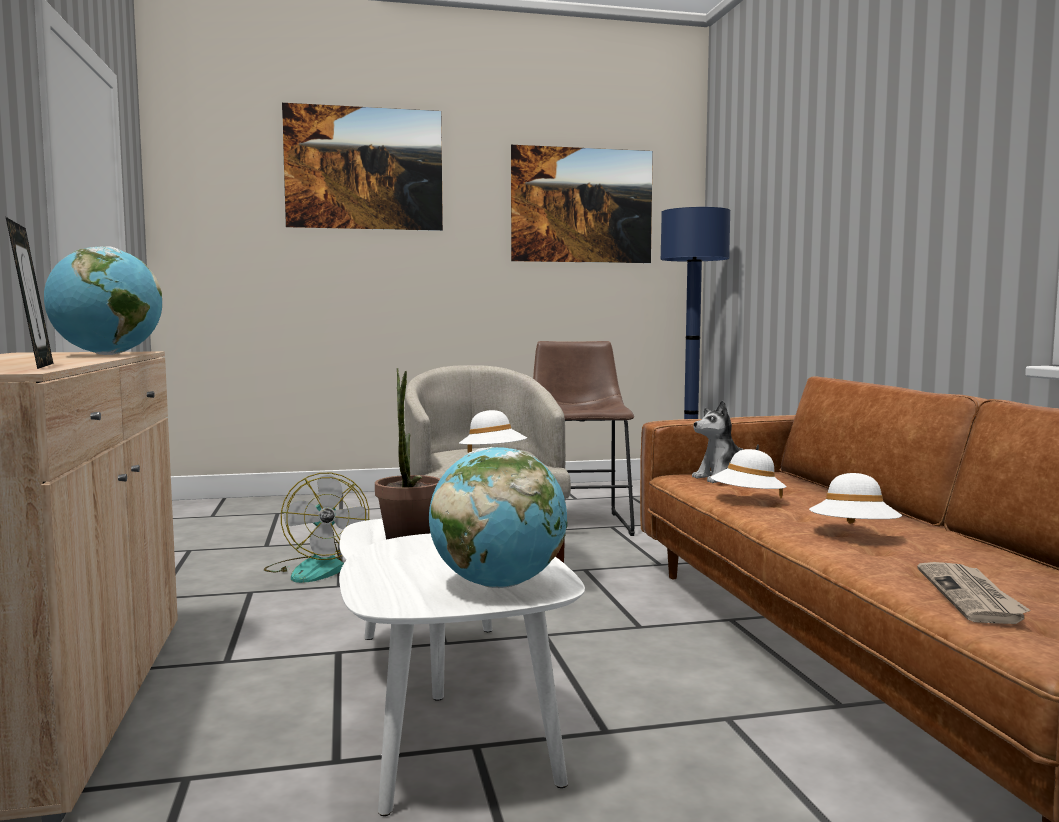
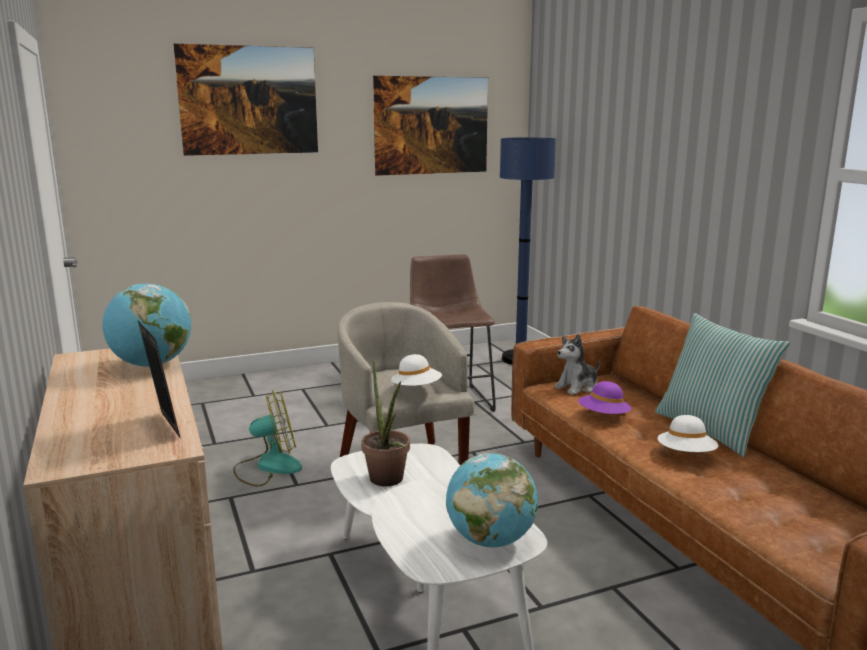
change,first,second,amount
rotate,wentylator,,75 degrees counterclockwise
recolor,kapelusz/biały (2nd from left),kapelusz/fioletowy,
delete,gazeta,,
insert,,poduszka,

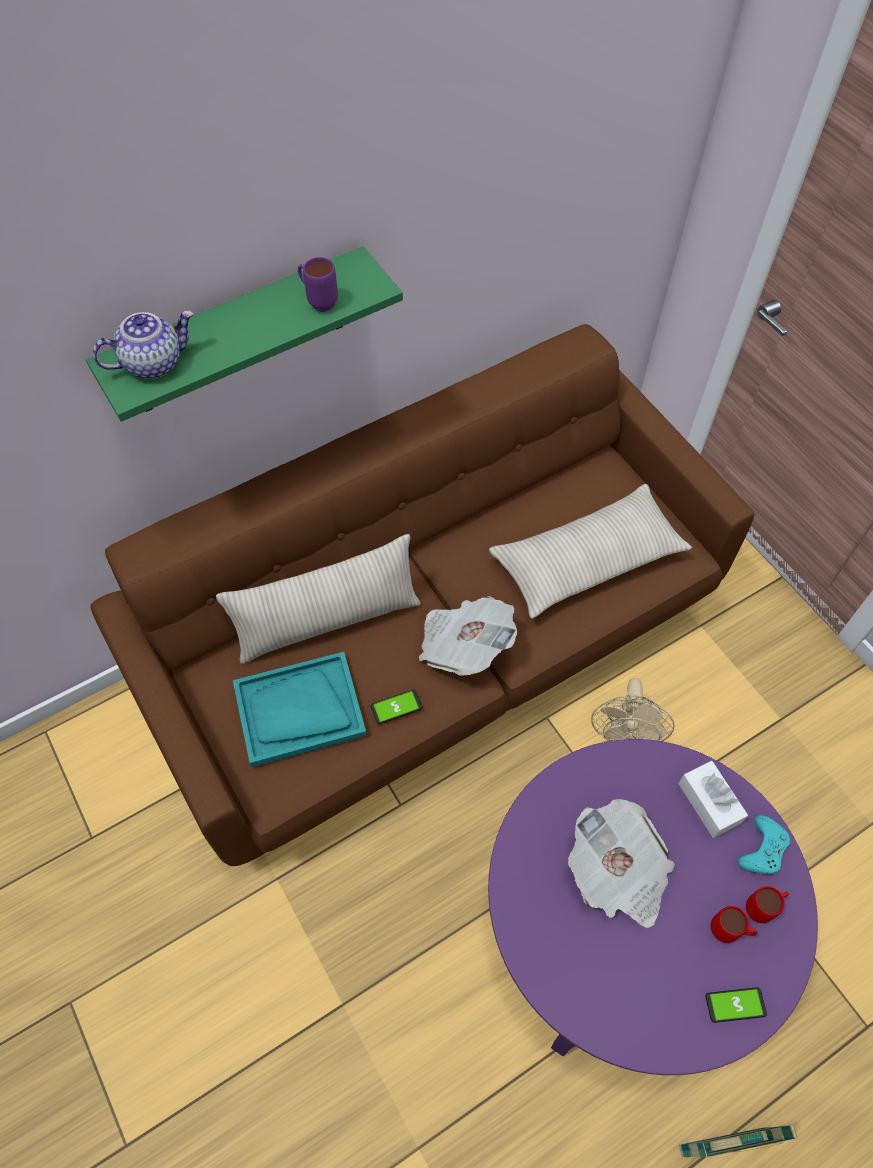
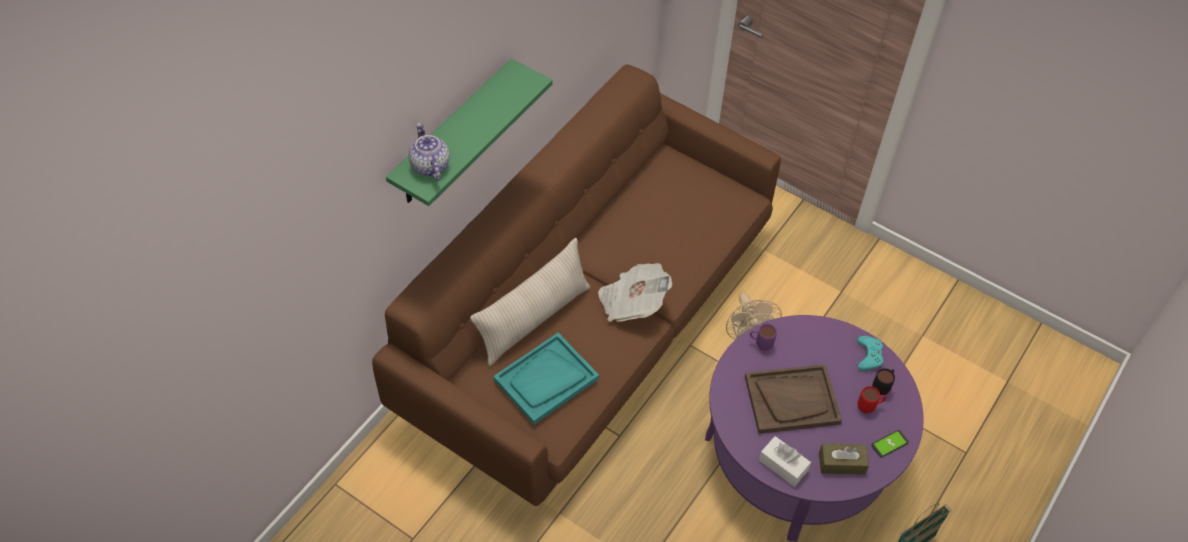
change,first,second,amount
rotate,imbryk,,60 degrees counterclockwise
move,kubek/fioletowy,,
delete,telefon (1st from left),,
delete,poduszka/beżowy (2nd from left),,
replace,gazeta (2nd from left),taca/brązowy,
move,pudełko chusteczek/biały,,
recolor,kubek/czerwony (2nd from left),kubek/czarny,
insert,,pudełko chusteczek/brązowy,

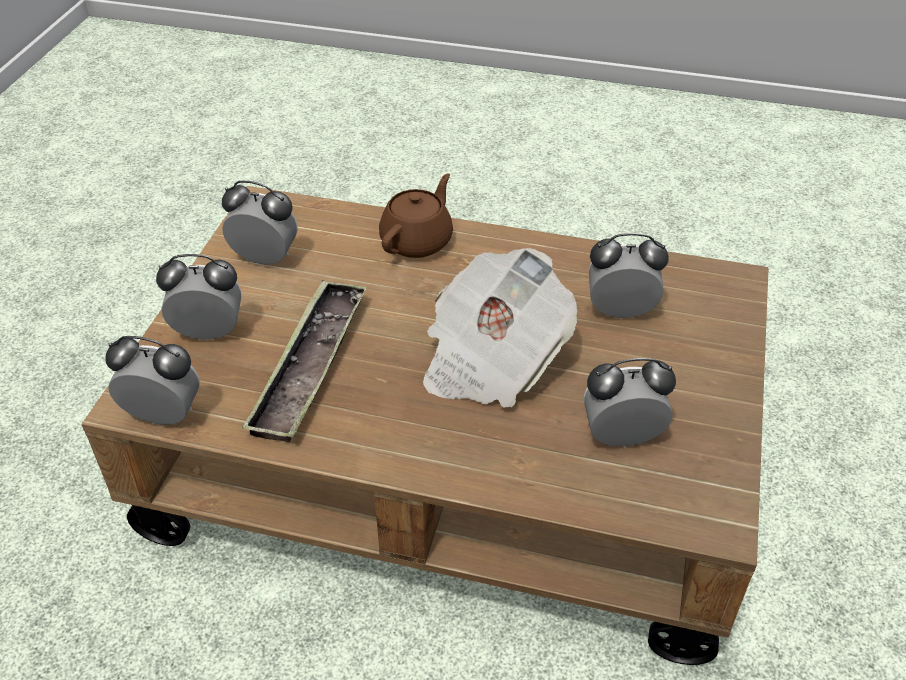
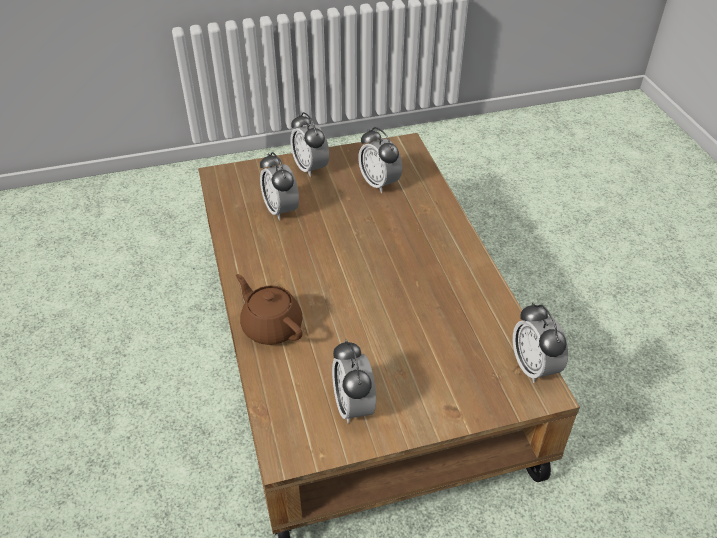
change,first,second,amount
move,budzik (2nd from left),,
delete,taca,,
rotate,imbryk/brązowy,,45 degrees clockwise
delete,gazeta,,

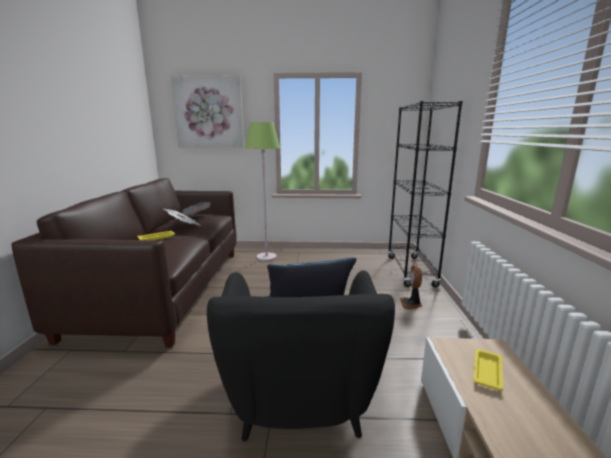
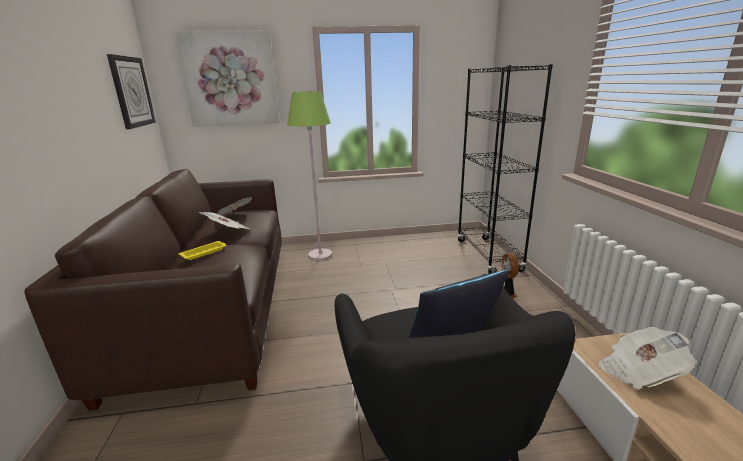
change,first,second,amount
replace,taca/żółty (2nd from left),gazeta (3rd from left),
insert,,zegar ścienny,

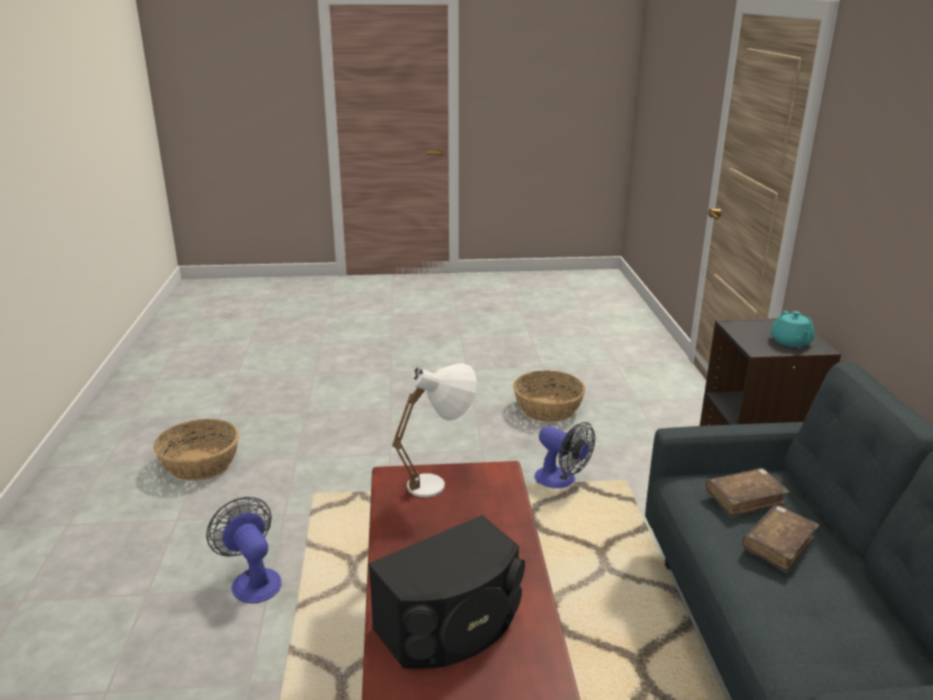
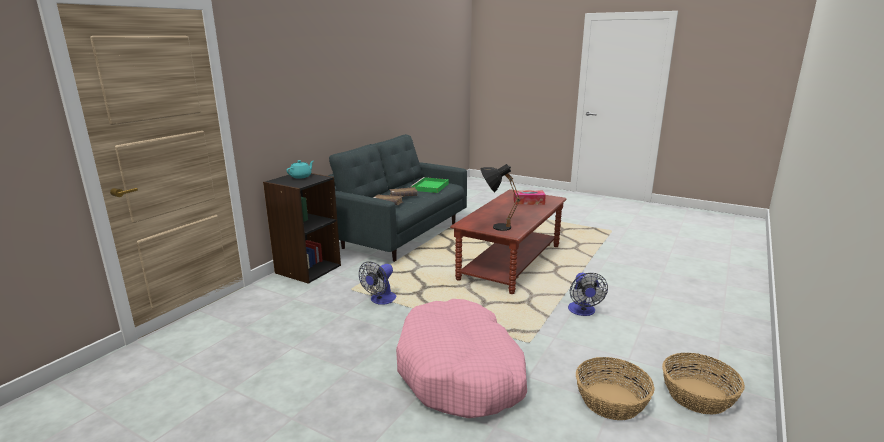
change,first,second,amount
replace,głośnik/czarny,pudełko chusteczek,
recolor,lampa stołowa/biały,lampa stołowa/czarny,
move,koszyk (2nd from left),,
rotate,wentylator (2nd from left in the first image),wentylator (1st from left),135 degrees counterclockwise
insert,,legowisko/różowy,
insert,,taca/zielony,

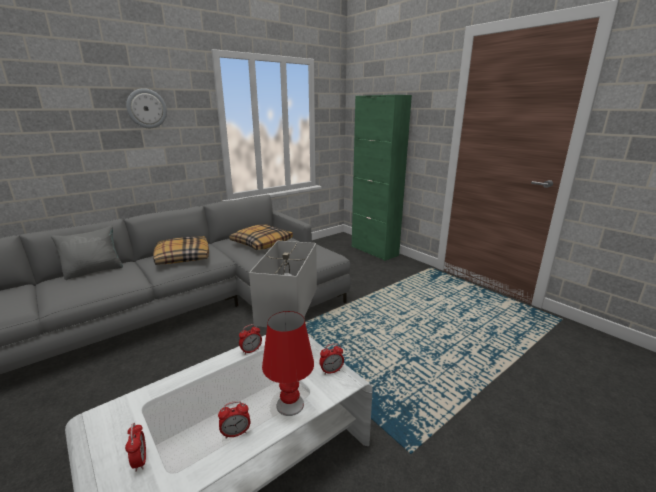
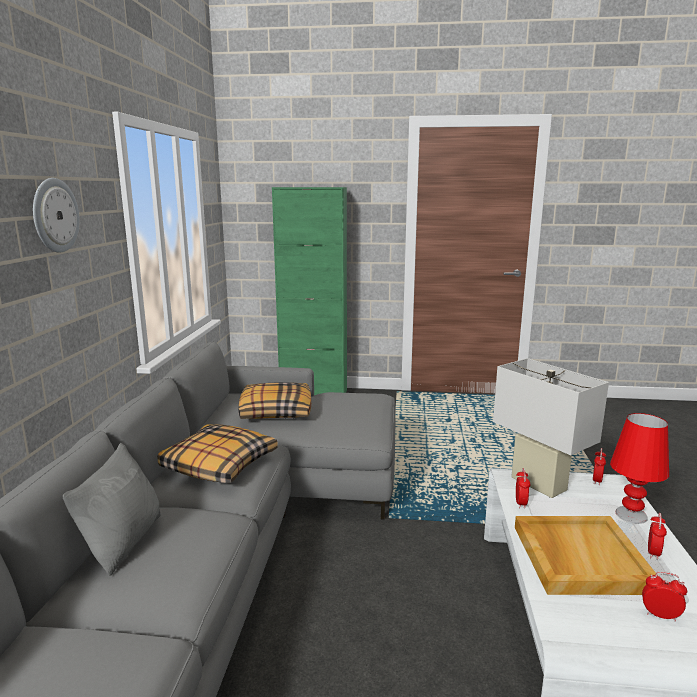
change,first,second,amount
insert,,taca/beżowy,

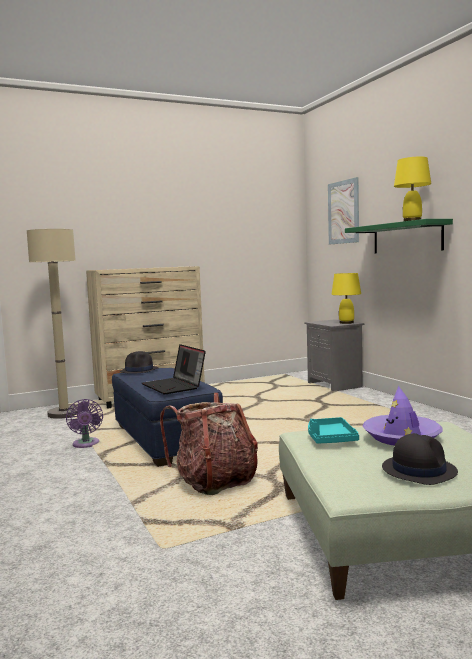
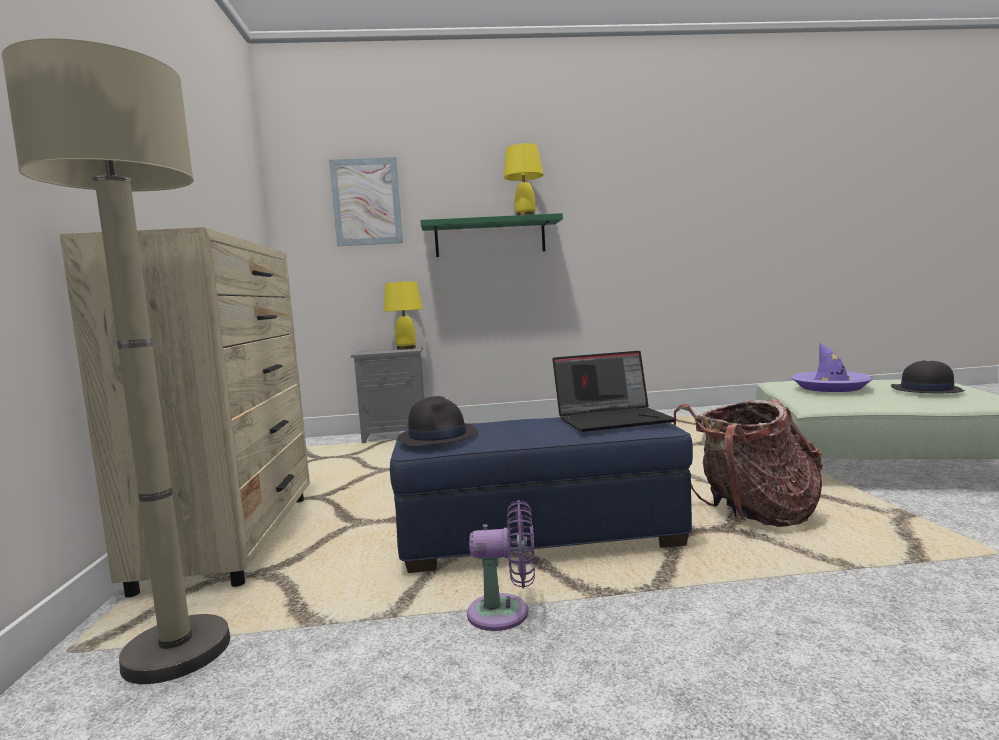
change,first,second,amount
delete,taca/turkusowy,,

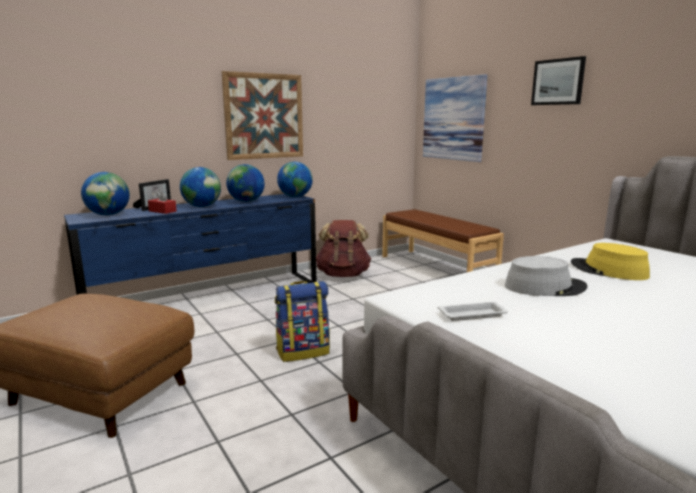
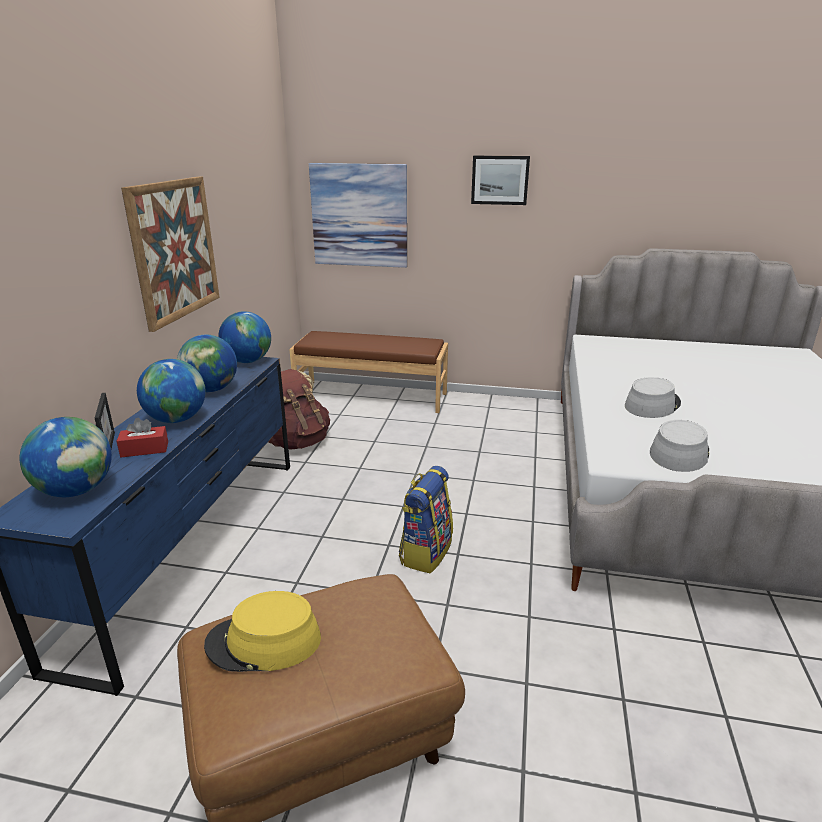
change,first,second,amount
replace,taca/biały,kapelusz/szary (2nd from left),
move,kapelusz/żółty,,

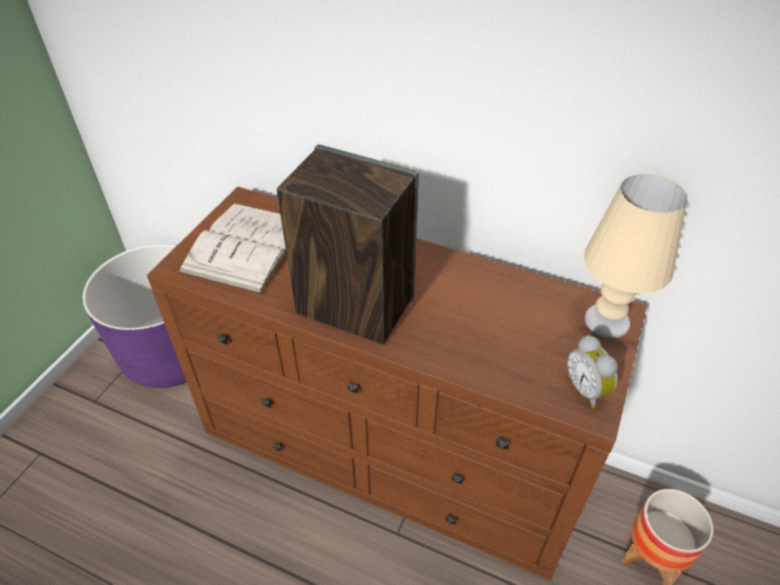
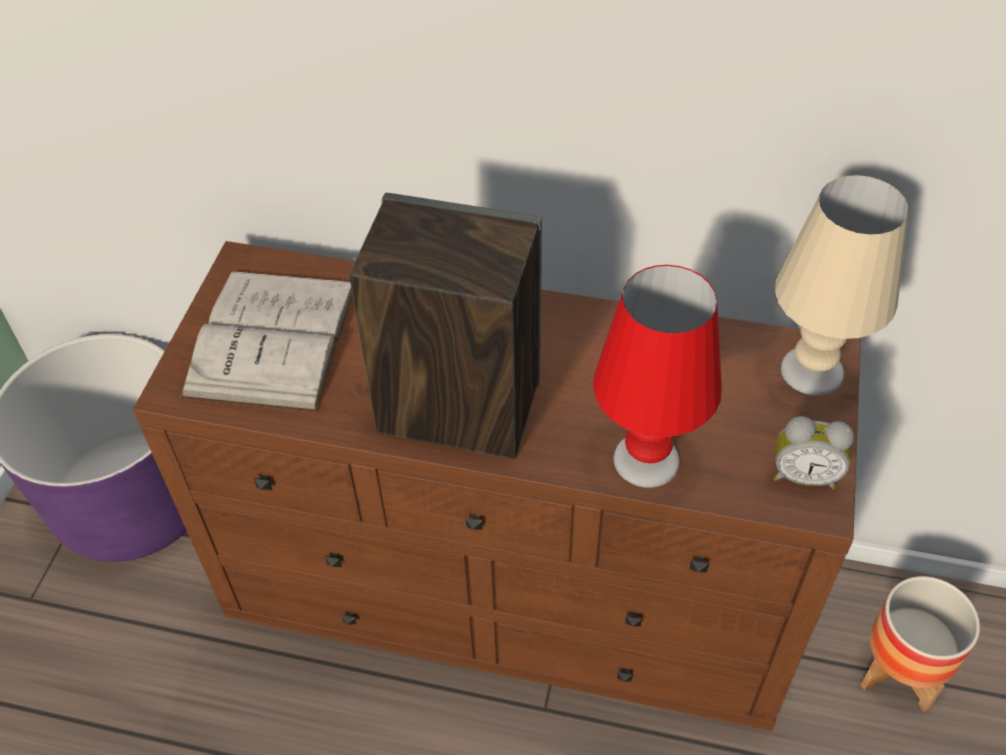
change,first,second,amount
rotate,budzik,,45 degrees counterclockwise
insert,,lampa stołowa/czerwony,

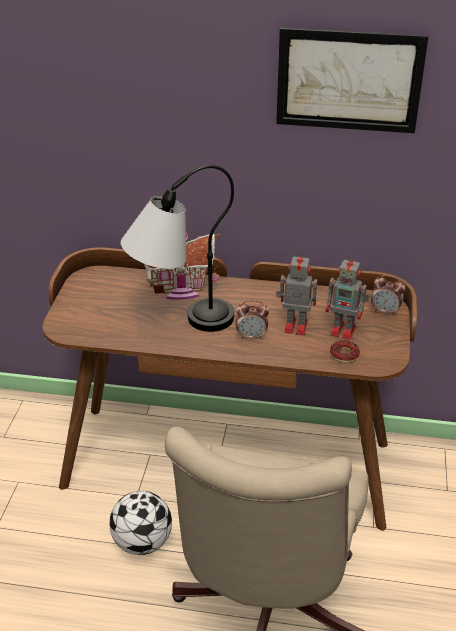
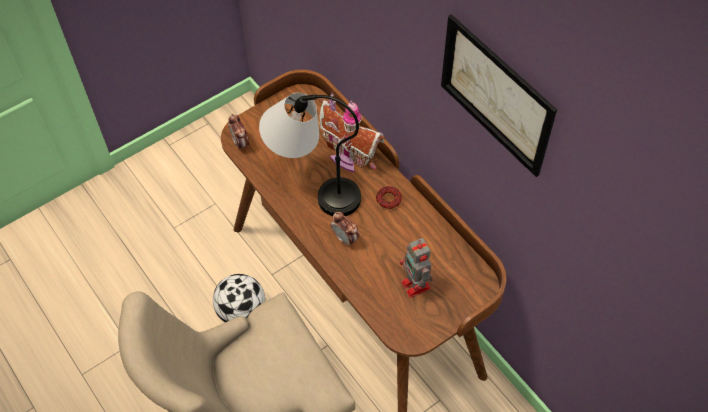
change,first,second,amount
delete,robot zabawkowy (1st from left),,
move,donut,,
move,budzik (2nd from left in the first image),budzik (1st from left),

